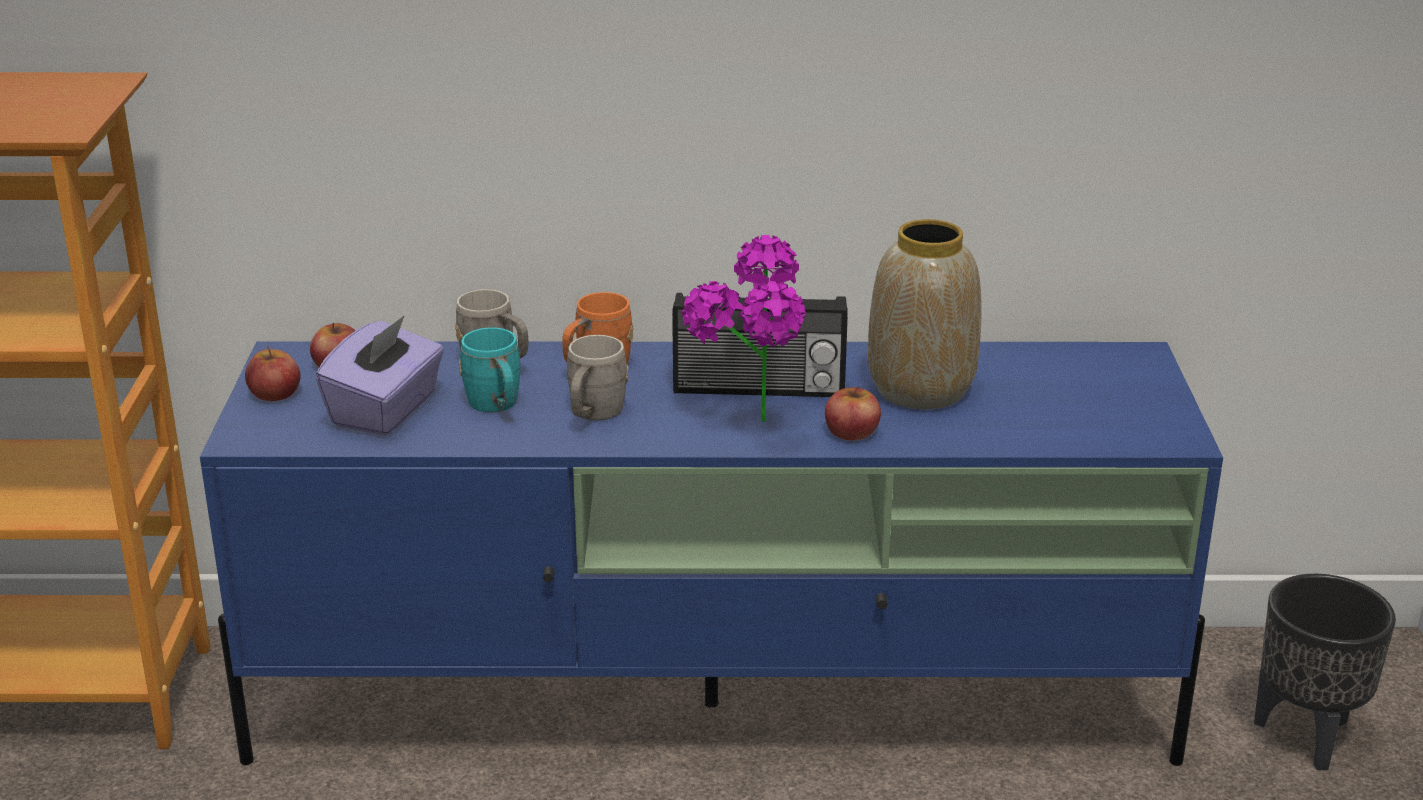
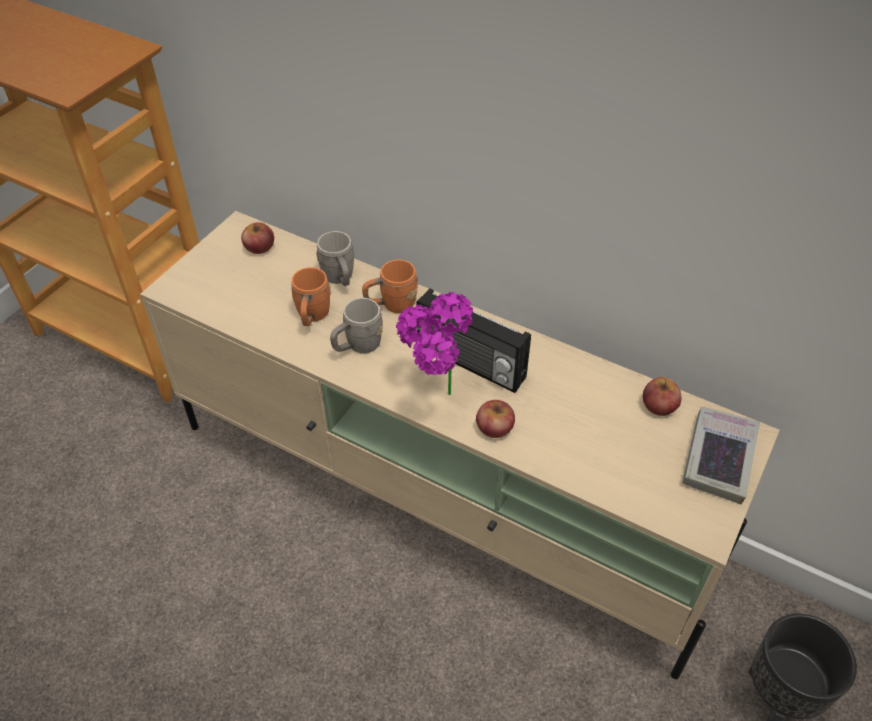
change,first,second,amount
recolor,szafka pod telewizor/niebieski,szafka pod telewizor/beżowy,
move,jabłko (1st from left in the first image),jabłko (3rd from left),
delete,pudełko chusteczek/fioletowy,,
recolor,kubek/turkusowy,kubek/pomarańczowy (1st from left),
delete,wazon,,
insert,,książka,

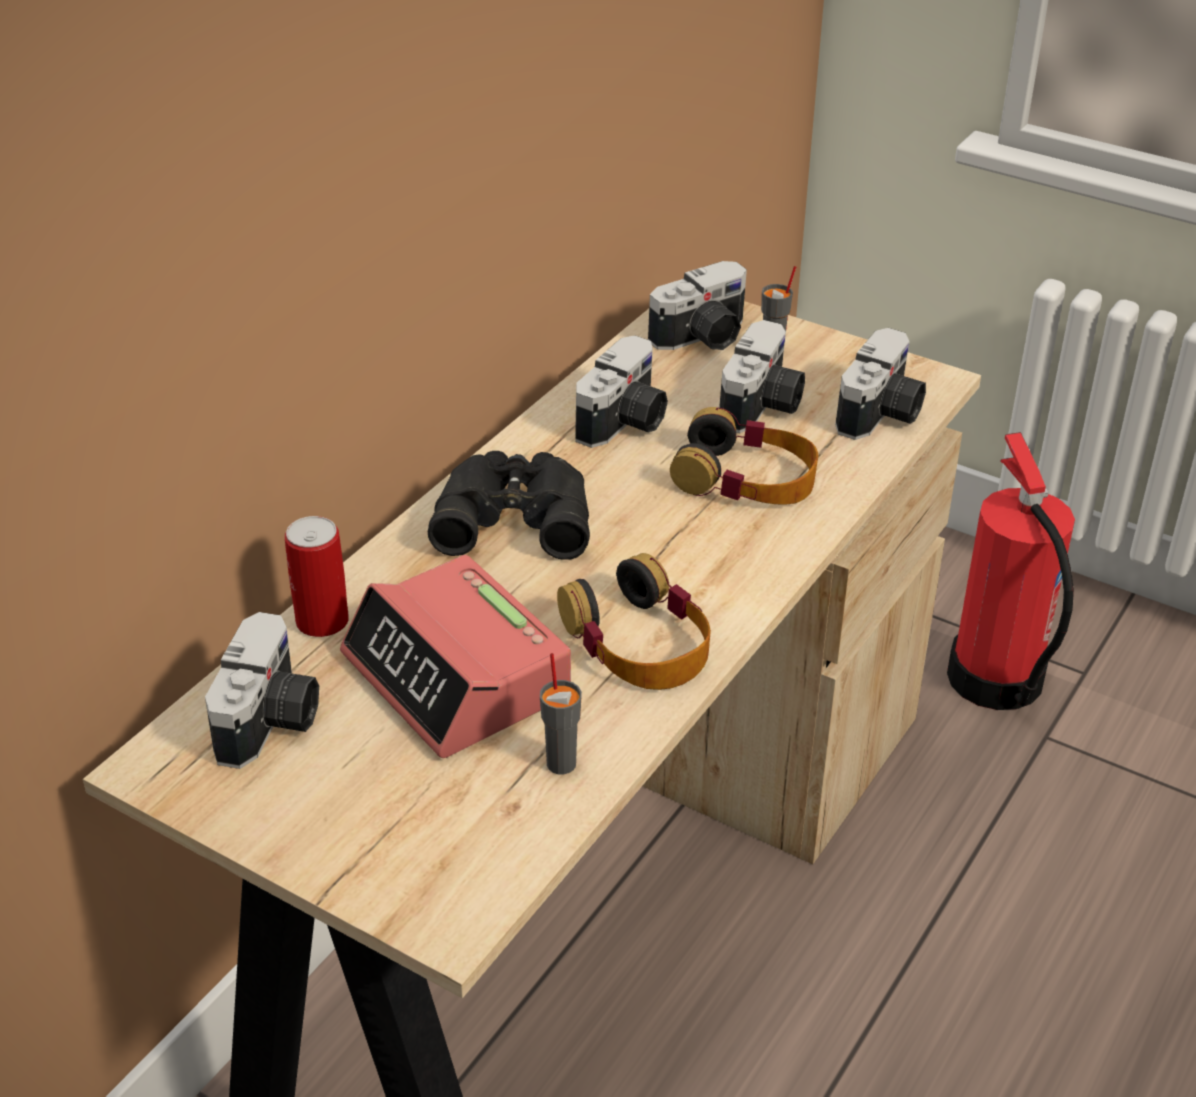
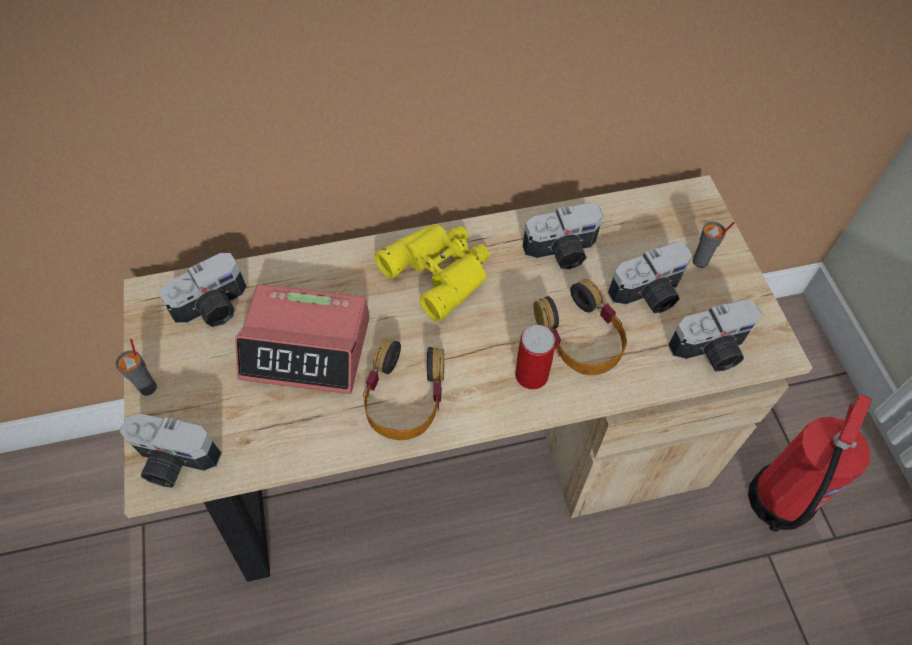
change,first,second,amount
move,puszka,,
rotate,budzik,,90 degrees counterclockwise
recolor,lornetka/czarny,lornetka/żółty,
move,filiżanka/szary (1st from left),,
move,aparat fotograficzny (3rd from left in the first image),aparat fotograficzny (1st from left),

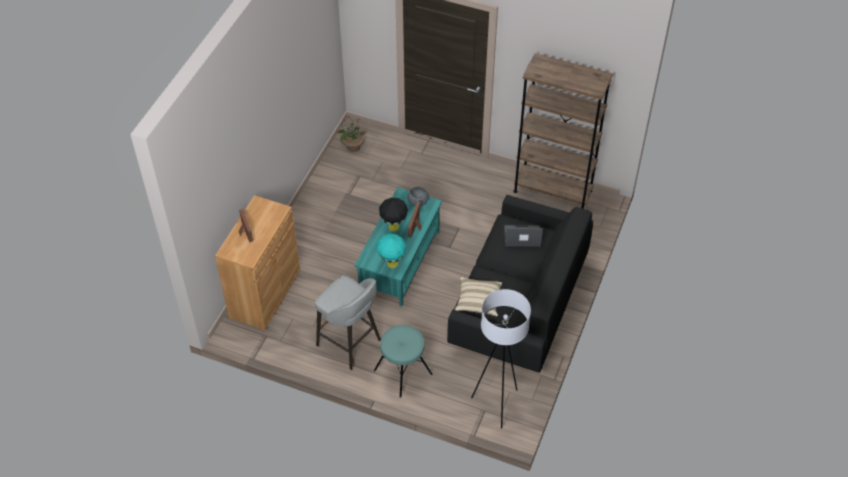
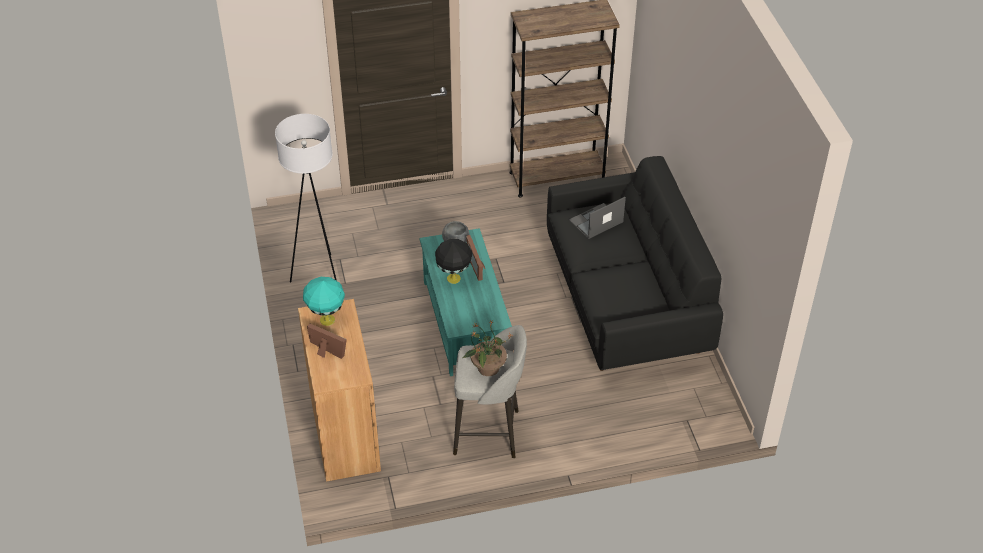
change,first,second,amount
move,roślina doniczkowa,,
delete,stołek/turkusowy,,
move,lampa stołowa/turkusowy,,
delete,poduszka/beżowy,,
move,lampa stojąca/biały,,

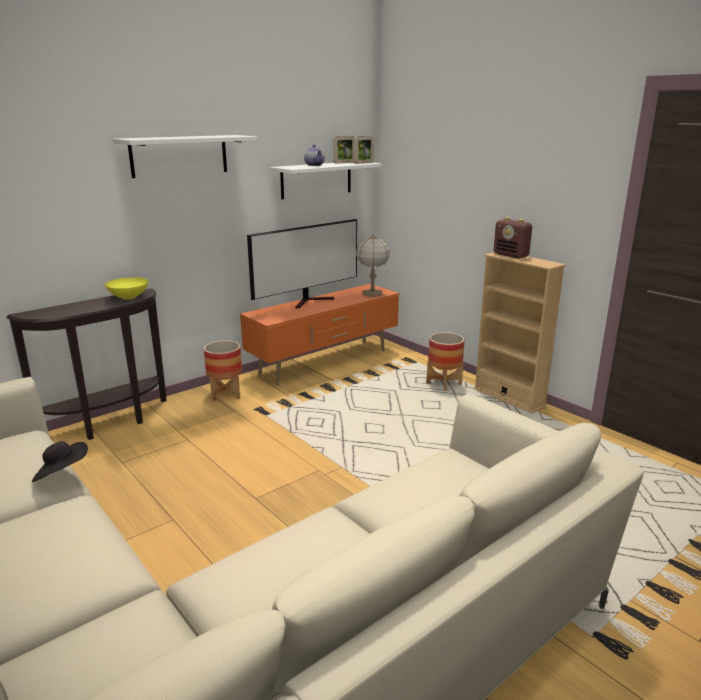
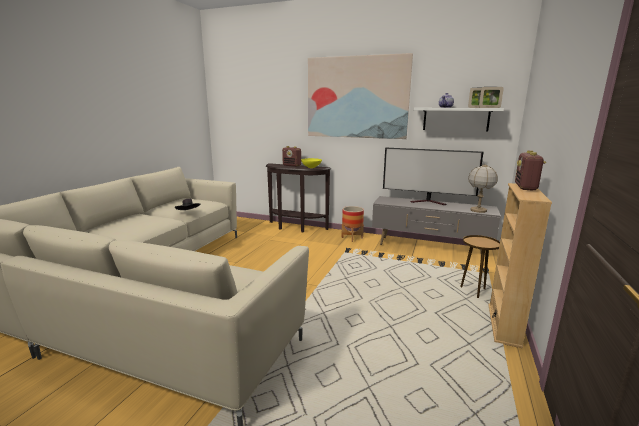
change,first,second,amount
replace,półka/biały (1st from left),obraz,
recolor,szafka pod telewizor/pomarańczowy,szafka pod telewizor/szary,
replace,donica (2nd from left),stolik/brązowy,
insert,,radio (1st from left),

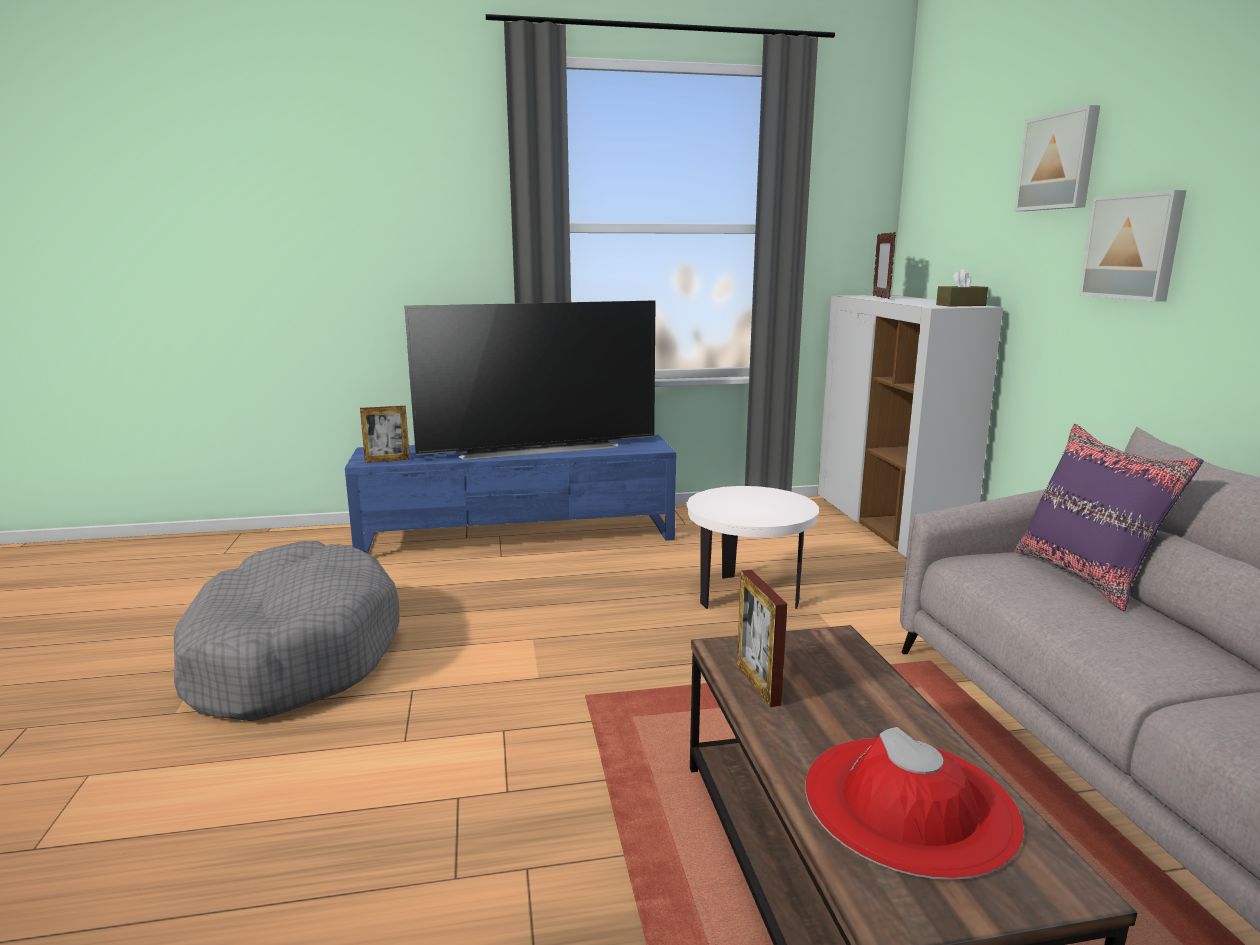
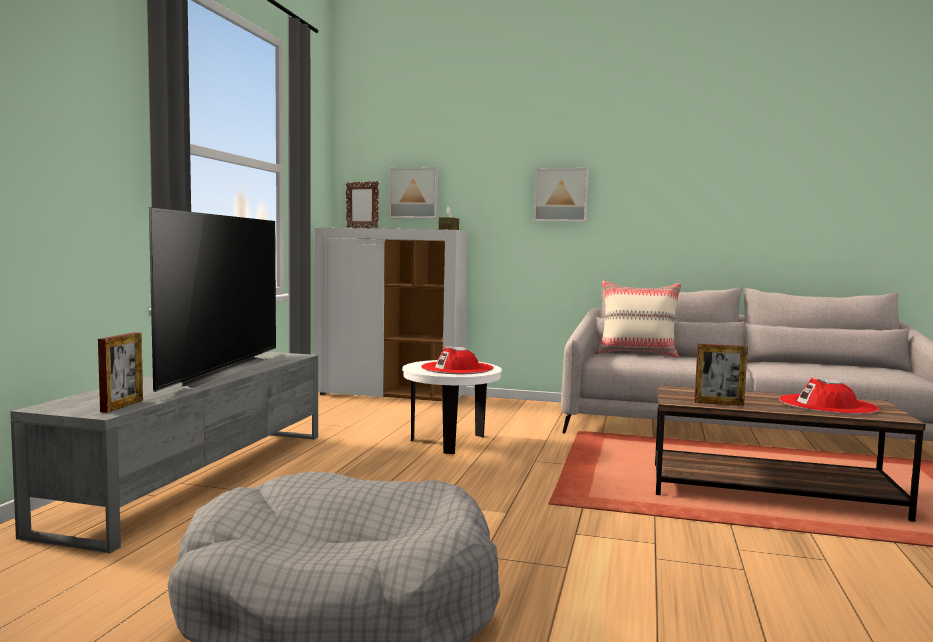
change,first,second,amount
recolor,szafka pod telewizor/niebieski,szafka pod telewizor/szary,
move,obraz (1st from left),,
recolor,poduszka/fioletowy,poduszka/beżowy,
insert,,kapelusz/czerwony (1st from left),

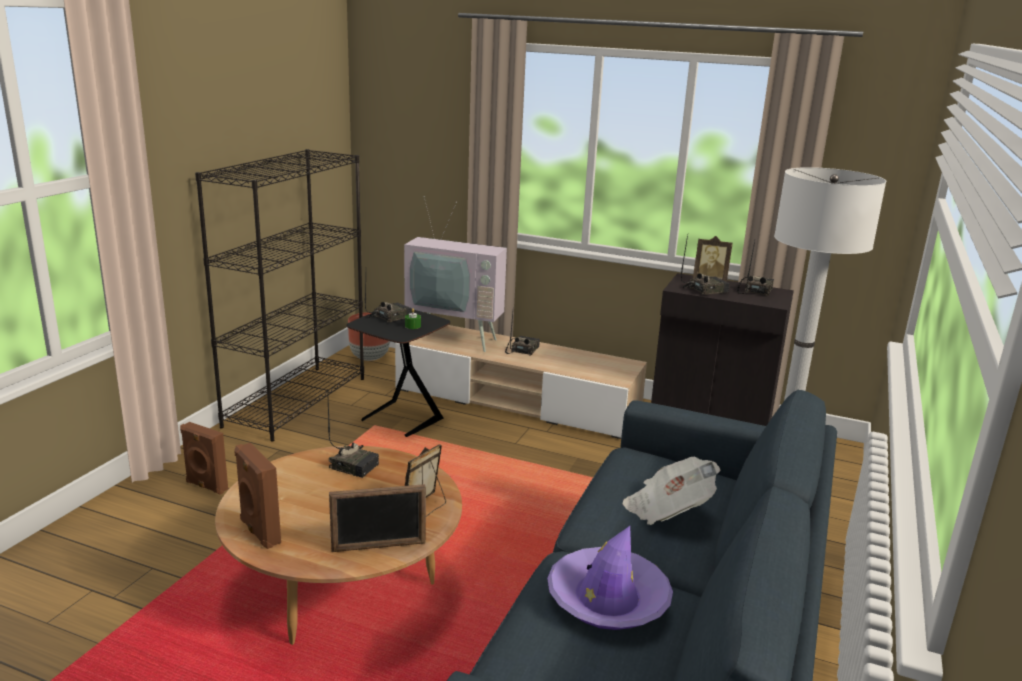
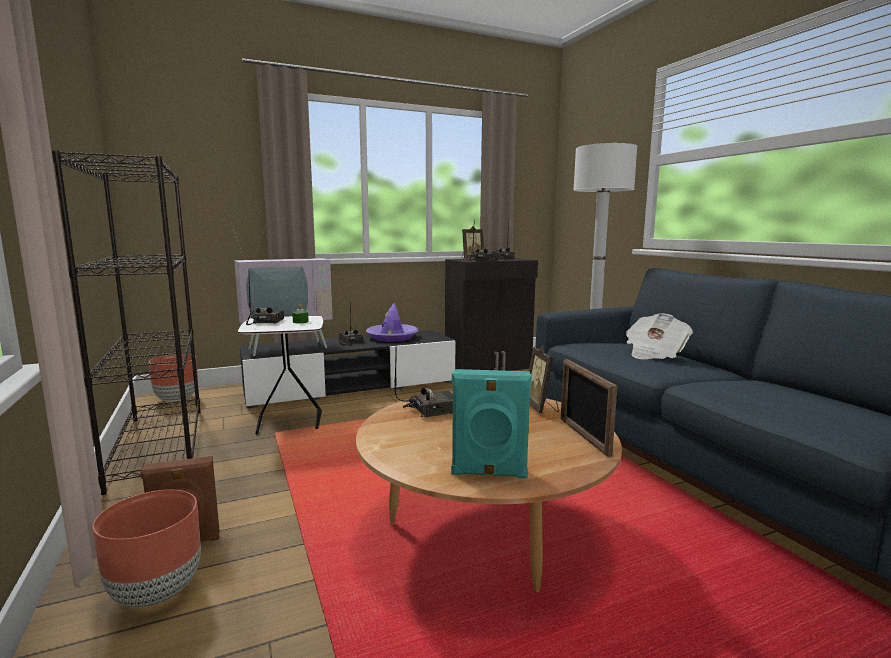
change,first,second,amount
recolor,głośnik/brązowy (2nd from left),głośnik/turkusowy,
rotate,ramka na zdjęcie (1st from left in the first image),ramka na zdjęcie (3rd from left),135 degrees clockwise
recolor,stolik/czarny,stolik/biały,
recolor,szafka pod telewizor/beżowy,szafka pod telewizor/czarny,
move,kapelusz/fioletowy,,
insert,,donica/brązowy (1st from left),

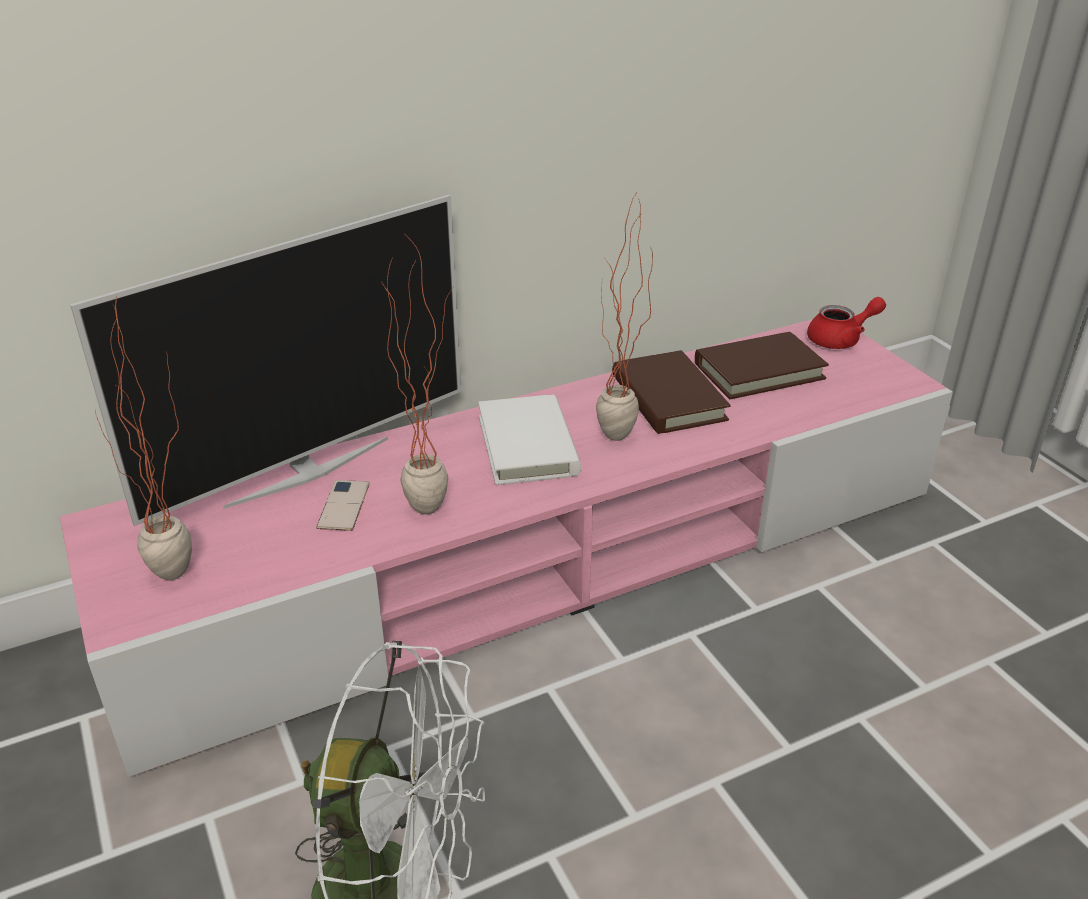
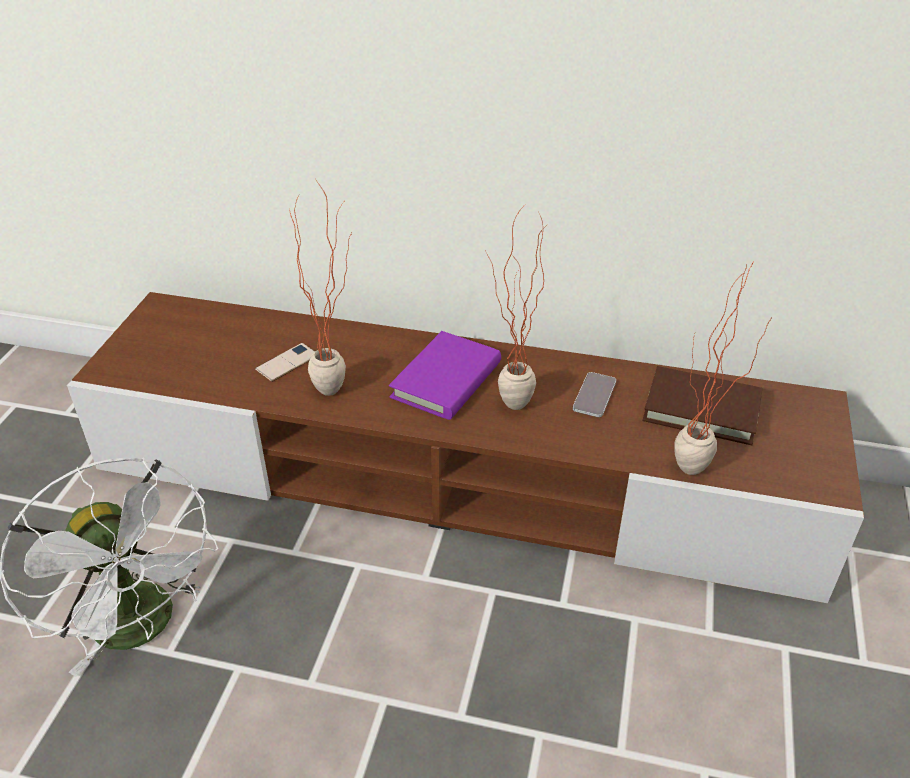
change,first,second,amount
recolor,szafka pod telewizor/różowy,szafka pod telewizor/brązowy,
delete,telewizor,,
move,roślina doniczkowa (1st from left in the first image),roślina doniczkowa (3rd from left),
recolor,książka/biały,książka/fioletowy,
replace,książka/brązowy (1st from left),telefon (2nd from left),
delete,imbryk/czerwony,,

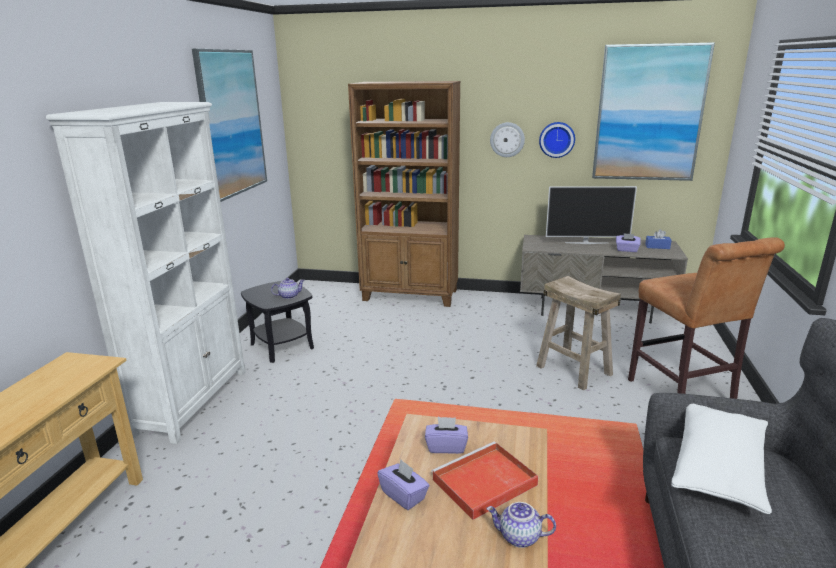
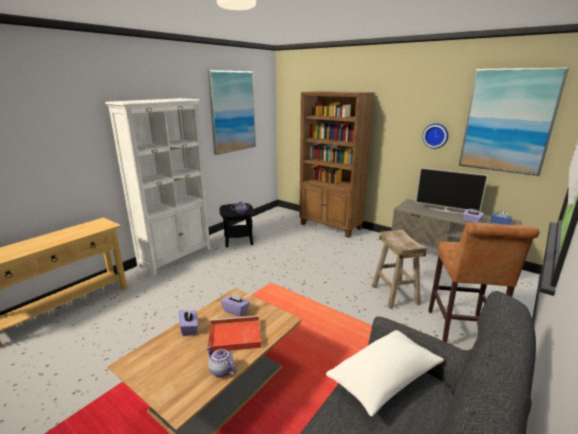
change,first,second,amount
delete,zegar ścienny (1st from left),,

